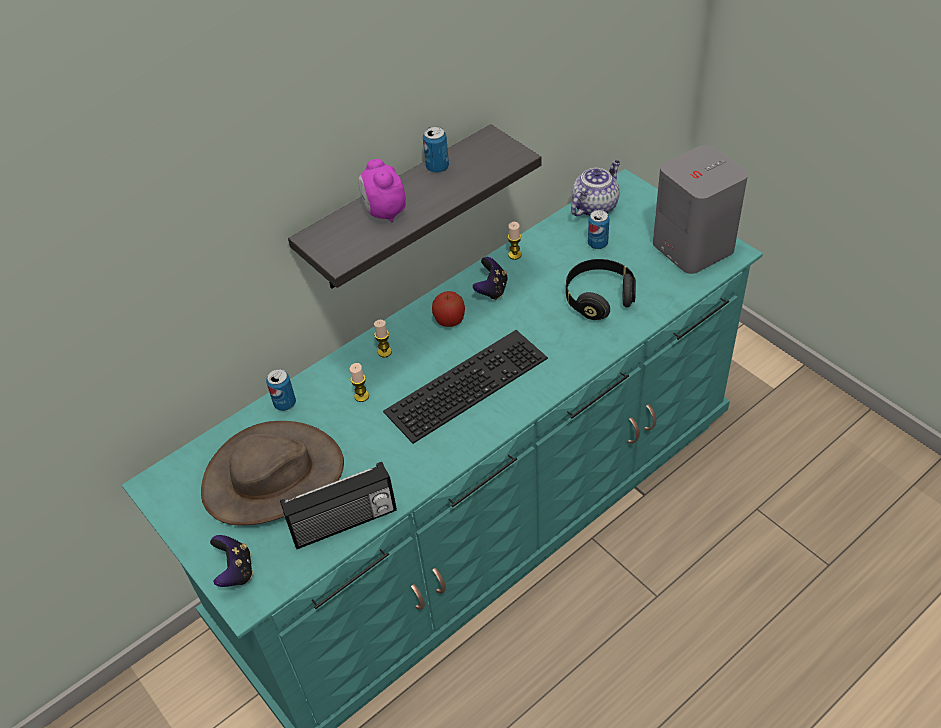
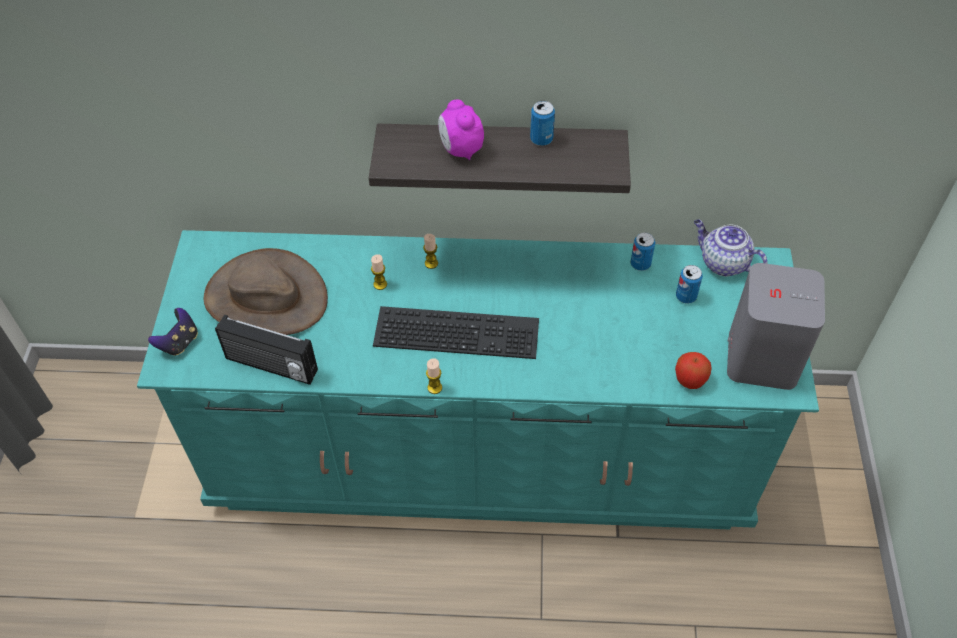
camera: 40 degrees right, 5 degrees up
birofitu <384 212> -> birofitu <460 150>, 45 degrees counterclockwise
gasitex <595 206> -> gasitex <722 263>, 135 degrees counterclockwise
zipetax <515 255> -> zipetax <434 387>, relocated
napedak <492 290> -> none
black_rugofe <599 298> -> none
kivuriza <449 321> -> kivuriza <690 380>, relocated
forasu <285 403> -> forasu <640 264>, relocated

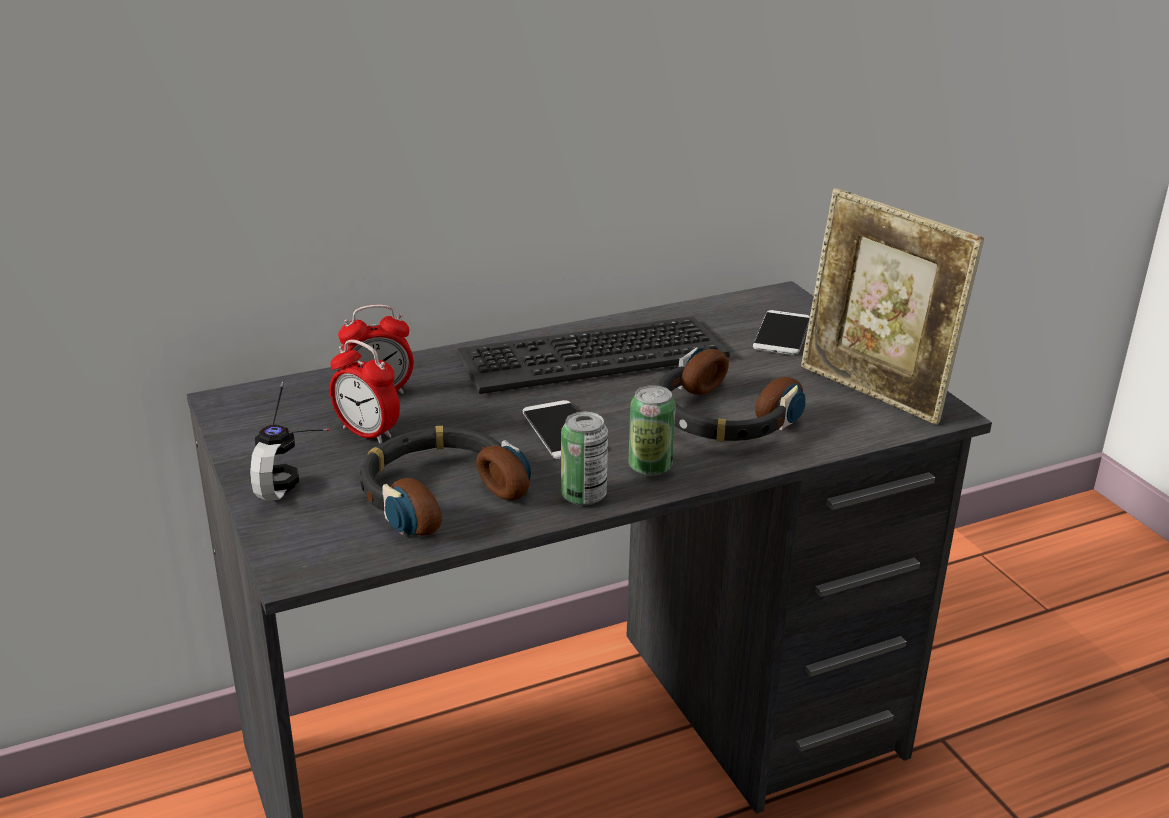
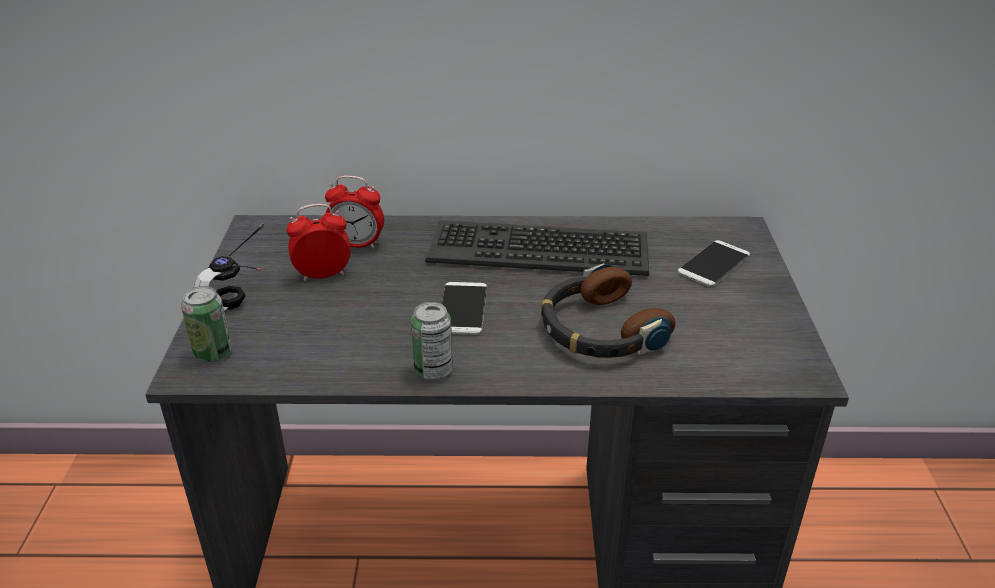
camera: 25 degrees right, 5 degrees up
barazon <873 393> -> none
birofitu <367 433> -> birofitu <323 275>, 105 degrees clockwise
forasu <650 466> -> forasu <213 353>, relocated
rugofe <439 493> -> none

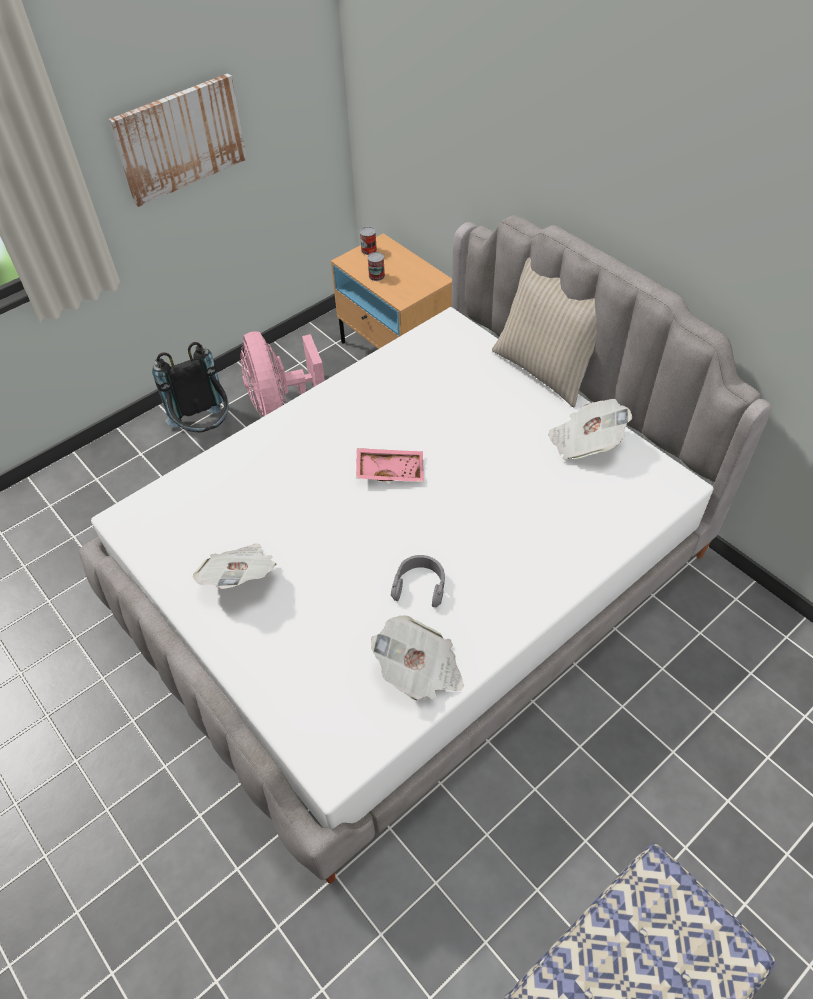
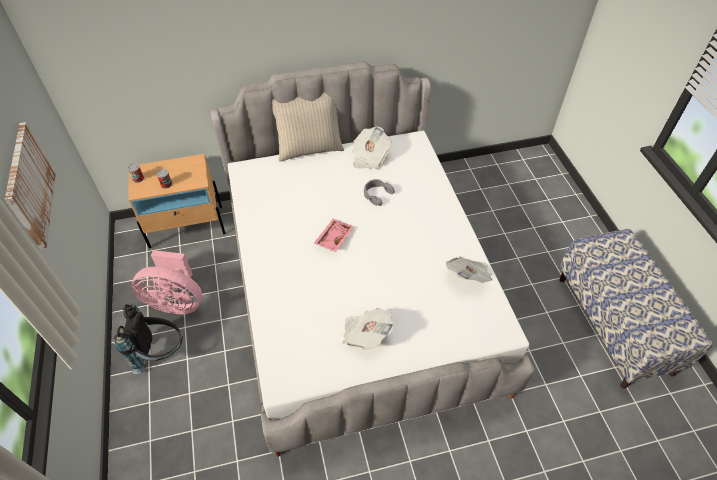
camera: 65 degrees left, 0 degrees up
grey_rugofe <420 585> -> grey_rugofe <377 194>, relocated

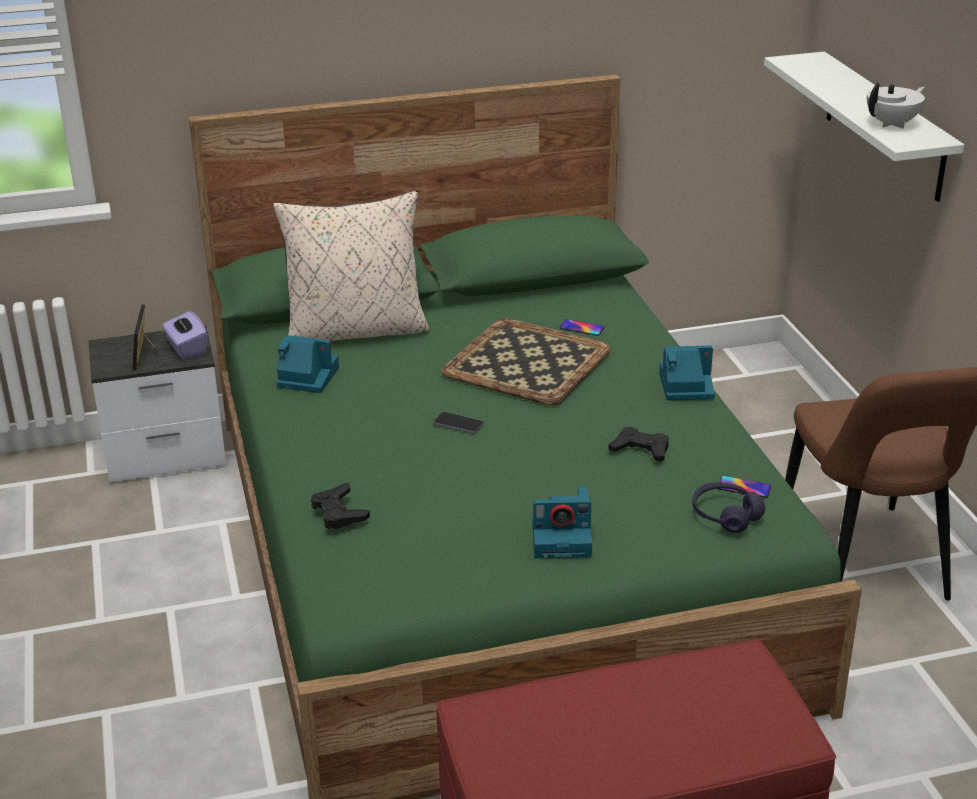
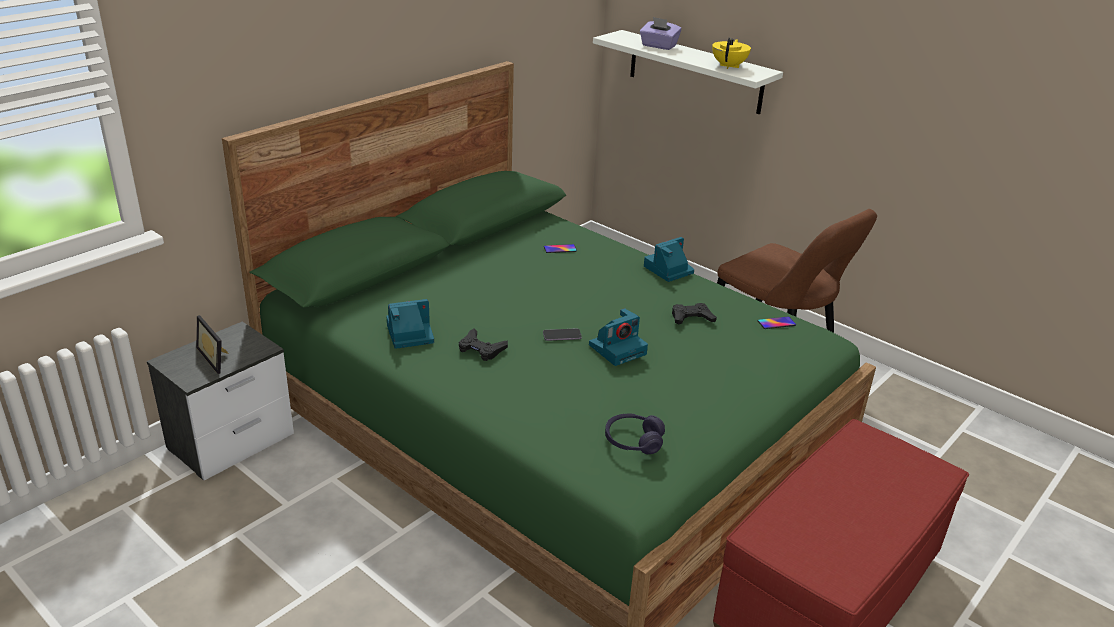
camera: 35 degrees left, 0 degrees up
white_gasitex <892 124> -> yellow_gasitex <729 66>
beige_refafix <356 330> -> none
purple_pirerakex <186 348> -> purple_pirerakex <658 46>, relocated
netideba <525 362> -> none
purple_rugofe <725 515> -> purple_rugofe <633 441>, relocated
black_napedak <338 512> -> black_napedak <481 349>, relocated
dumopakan <563 538> -> dumopakan <618 349>, relocated

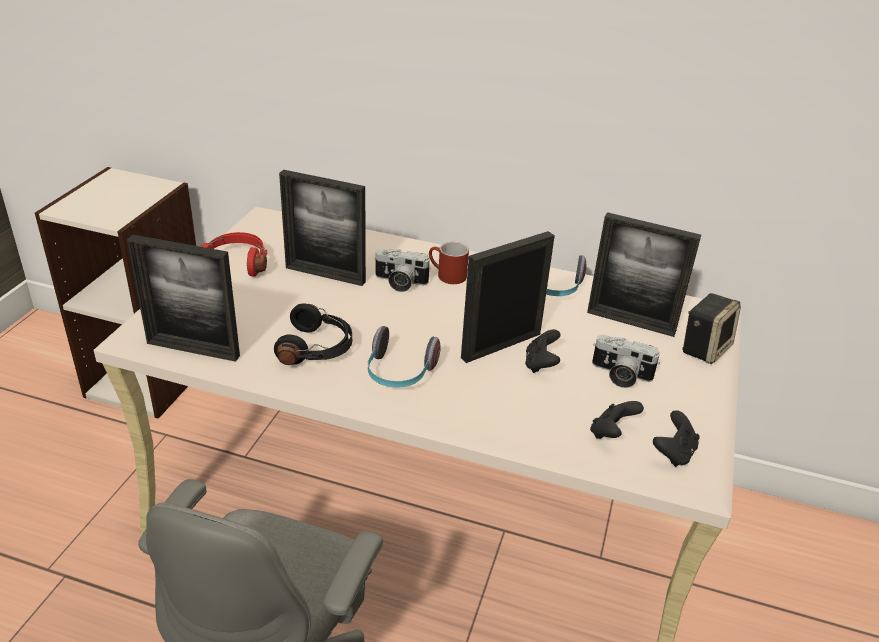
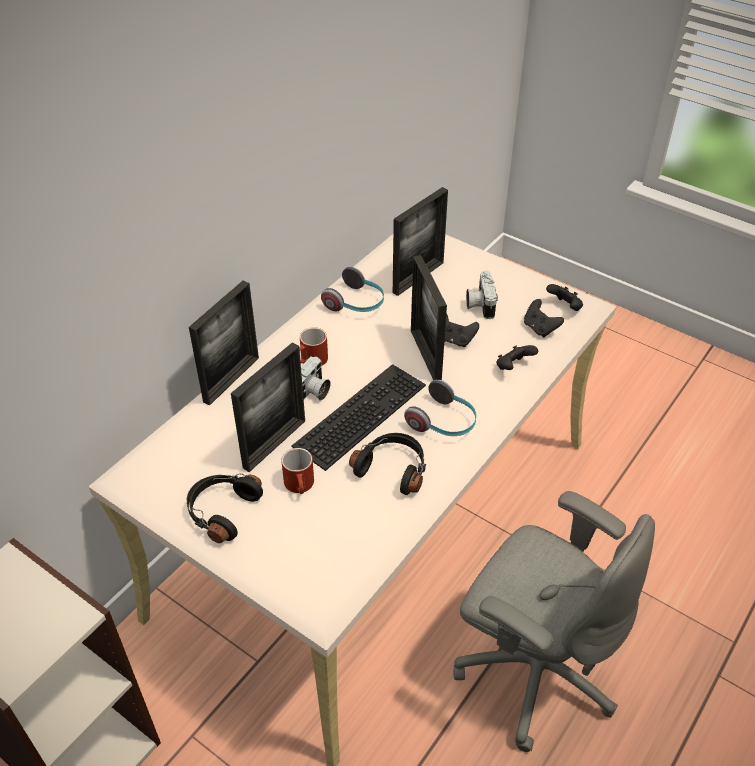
camera: 70 degrees left, 10 degrees up
red_rugofe <236 263> -> black_rugofe <222 511>
barazon <193 349> -> barazon <231 379>, relocated
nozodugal <705 348> -> none
dumopakan <620 375> -> dumopakan <479 304>, 135 degrees clockwise
none -> black_napedak <513 367>
none -> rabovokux <359 413>
none -> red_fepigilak <301 486>

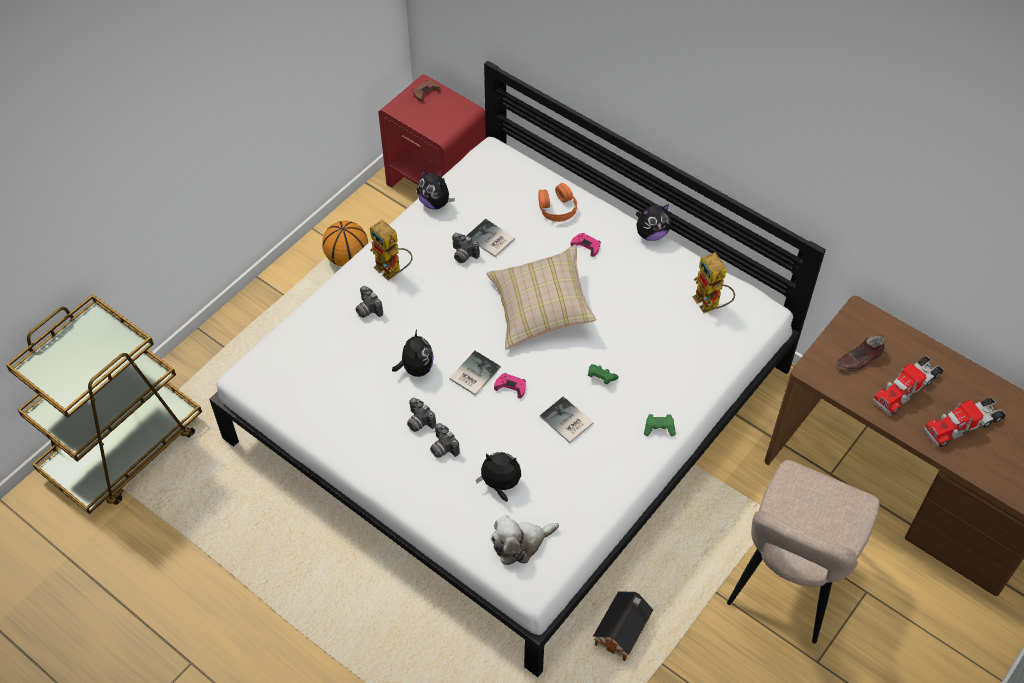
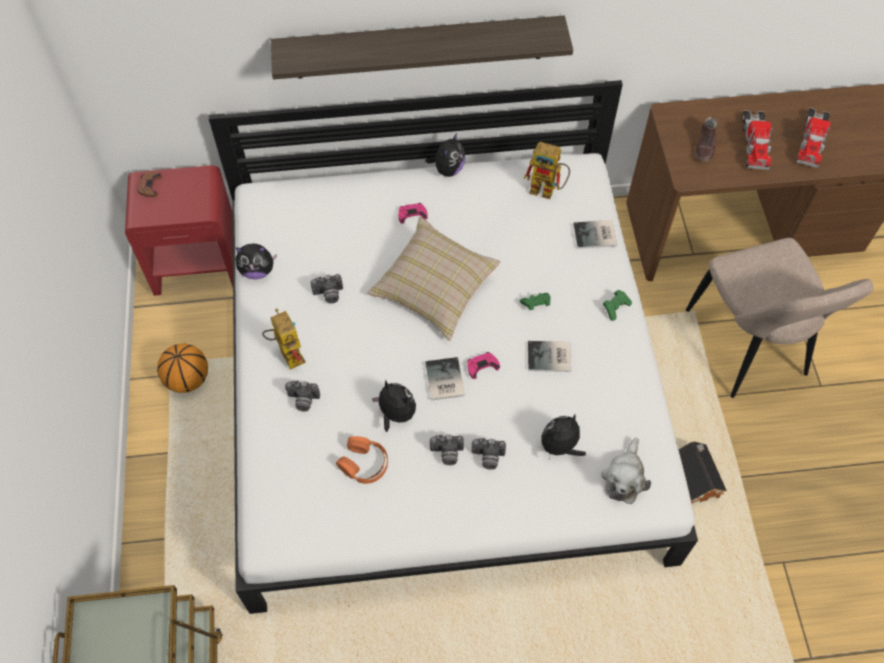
camera: 45 degrees left, 5 degrees up
orange_rugofe <557 208> -> orange_rugofe <364 463>, relocated
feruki <490 240> -> feruki <596 236>, relocated
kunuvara <393 271> -> kunuvara <287 353>, 120 degrees counterclockwise
none -> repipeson <419 47>

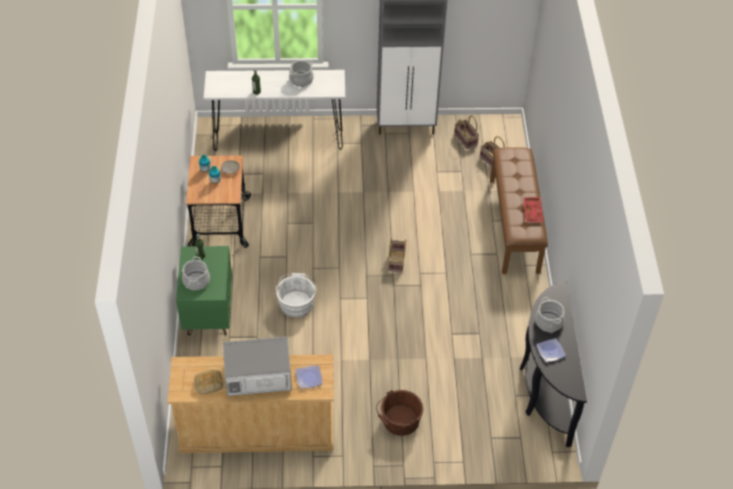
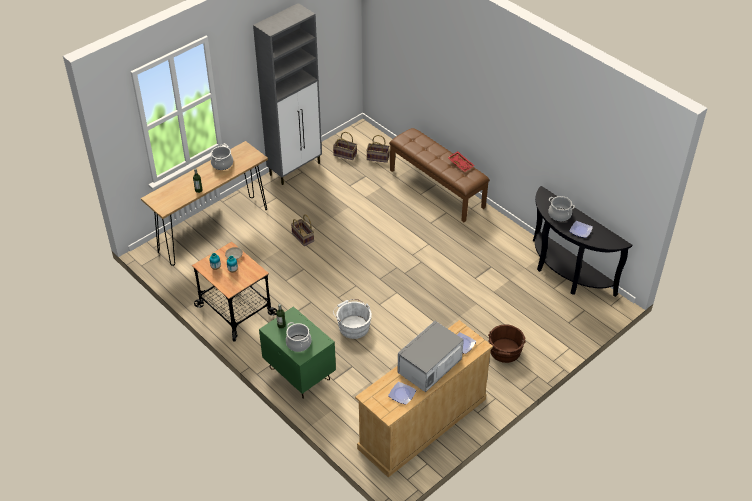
camera: 40 degrees left, 5 degrees down
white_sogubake <278 140> -> brown_sogubake <213 230>
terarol <397 261> -> terarol <303 237>, relocated
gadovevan <208 384> -> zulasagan <402 395>

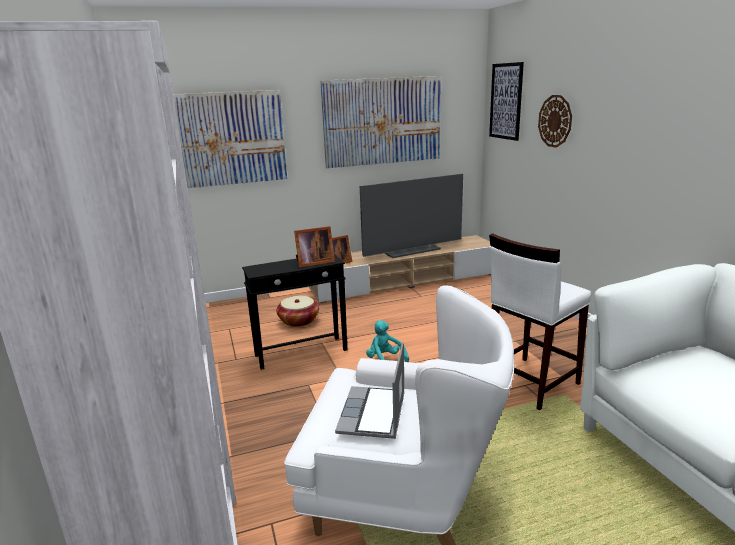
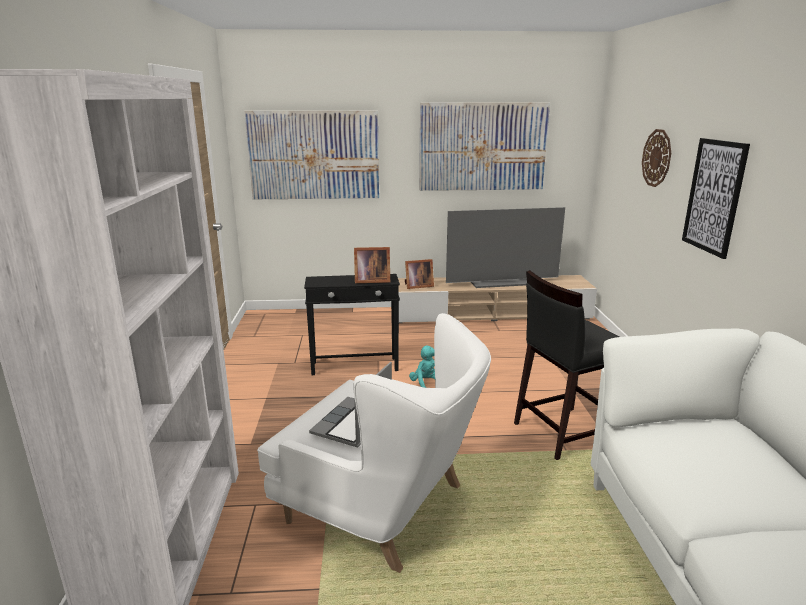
camera: 15 degrees right, 0 degrees up
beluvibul <506 101> -> beluvibul <714 196>, relocated
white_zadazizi <529 383> -> black_zadazizi <563 432>
terarol <298 321> -> none

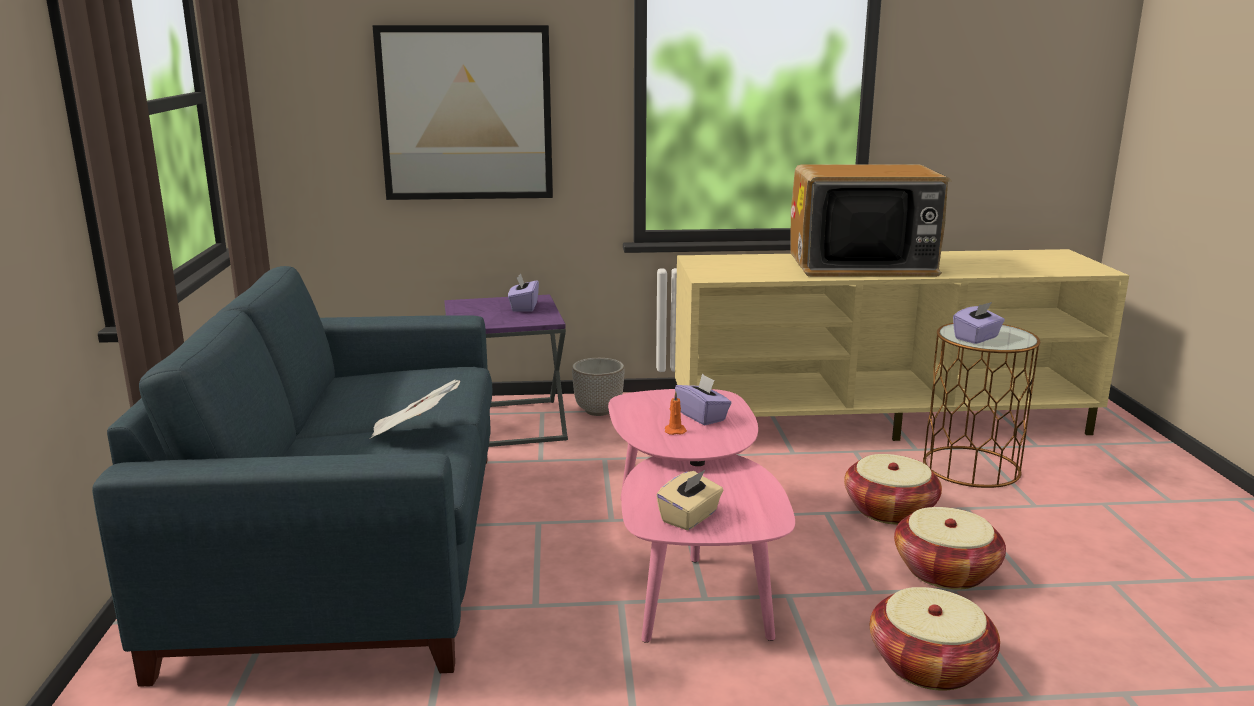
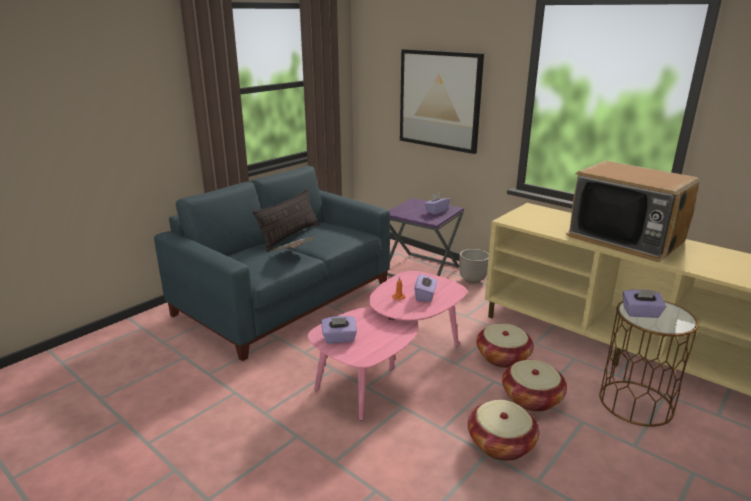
camera: 45 degrees right, 5 degrees up
beige_pirerakex <690 517> -> purple_pirerakex <339 339>
terarol <929 665> -> terarol <503 357>, relocated
none -> refafix <290 236>

